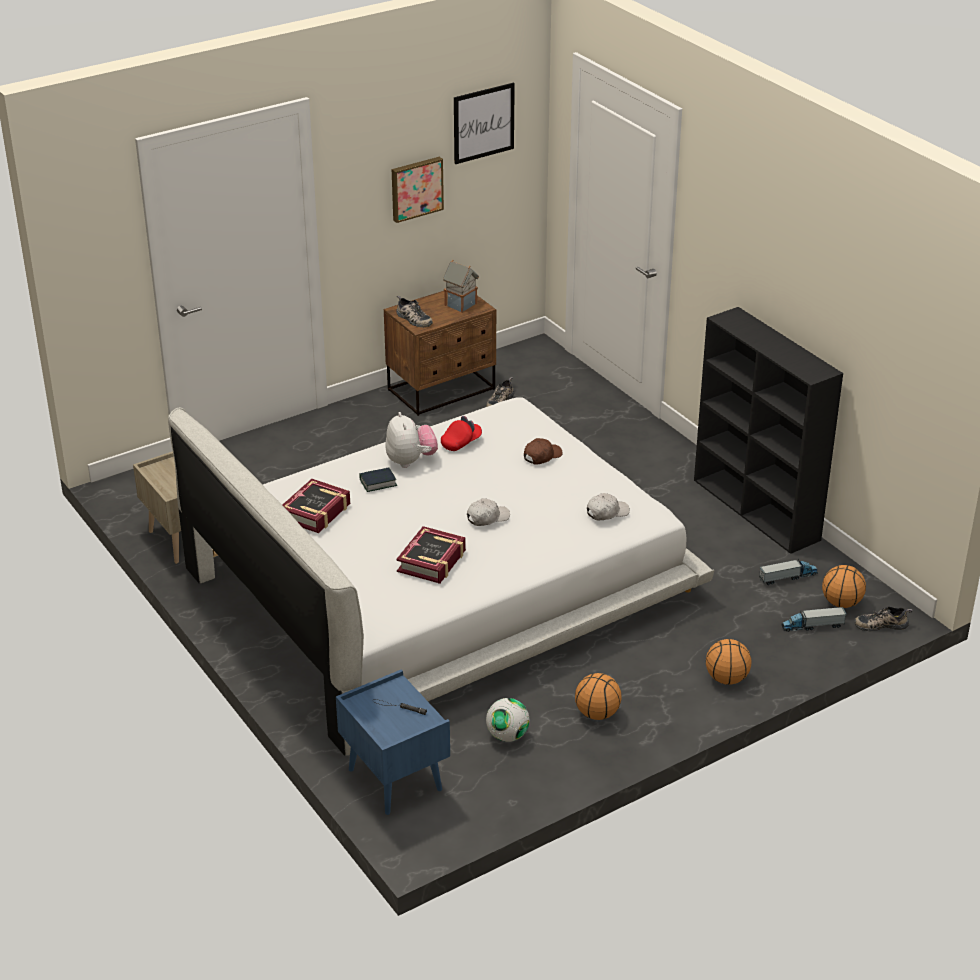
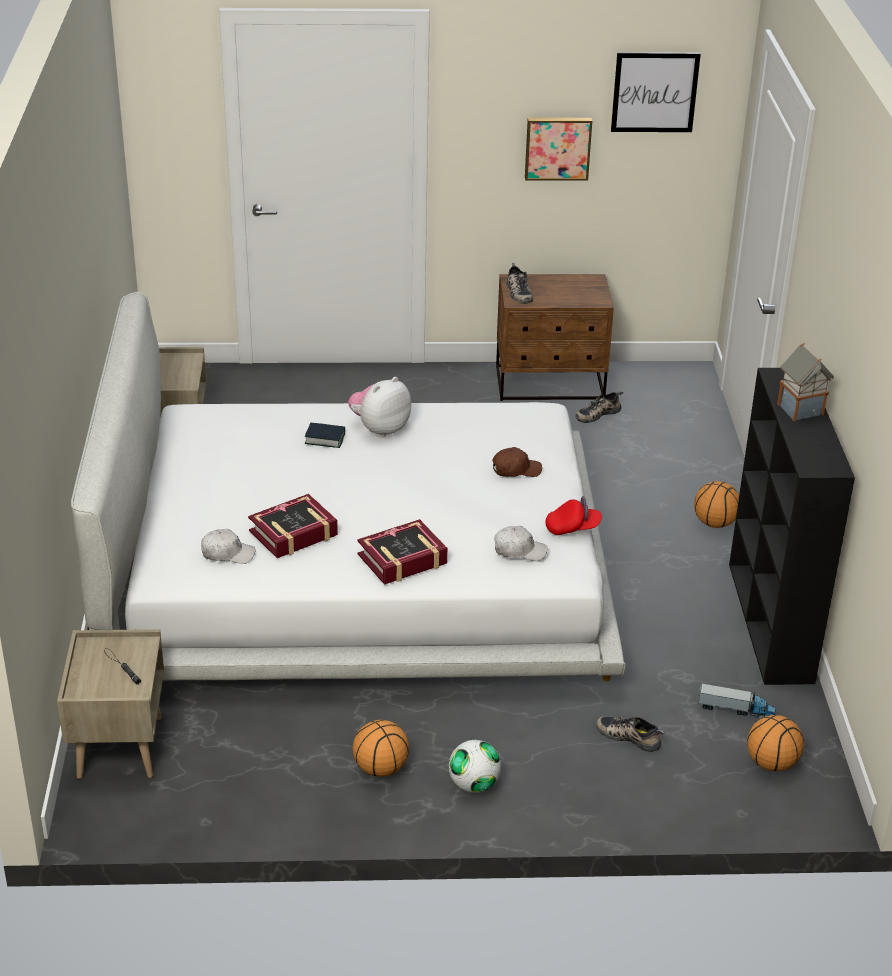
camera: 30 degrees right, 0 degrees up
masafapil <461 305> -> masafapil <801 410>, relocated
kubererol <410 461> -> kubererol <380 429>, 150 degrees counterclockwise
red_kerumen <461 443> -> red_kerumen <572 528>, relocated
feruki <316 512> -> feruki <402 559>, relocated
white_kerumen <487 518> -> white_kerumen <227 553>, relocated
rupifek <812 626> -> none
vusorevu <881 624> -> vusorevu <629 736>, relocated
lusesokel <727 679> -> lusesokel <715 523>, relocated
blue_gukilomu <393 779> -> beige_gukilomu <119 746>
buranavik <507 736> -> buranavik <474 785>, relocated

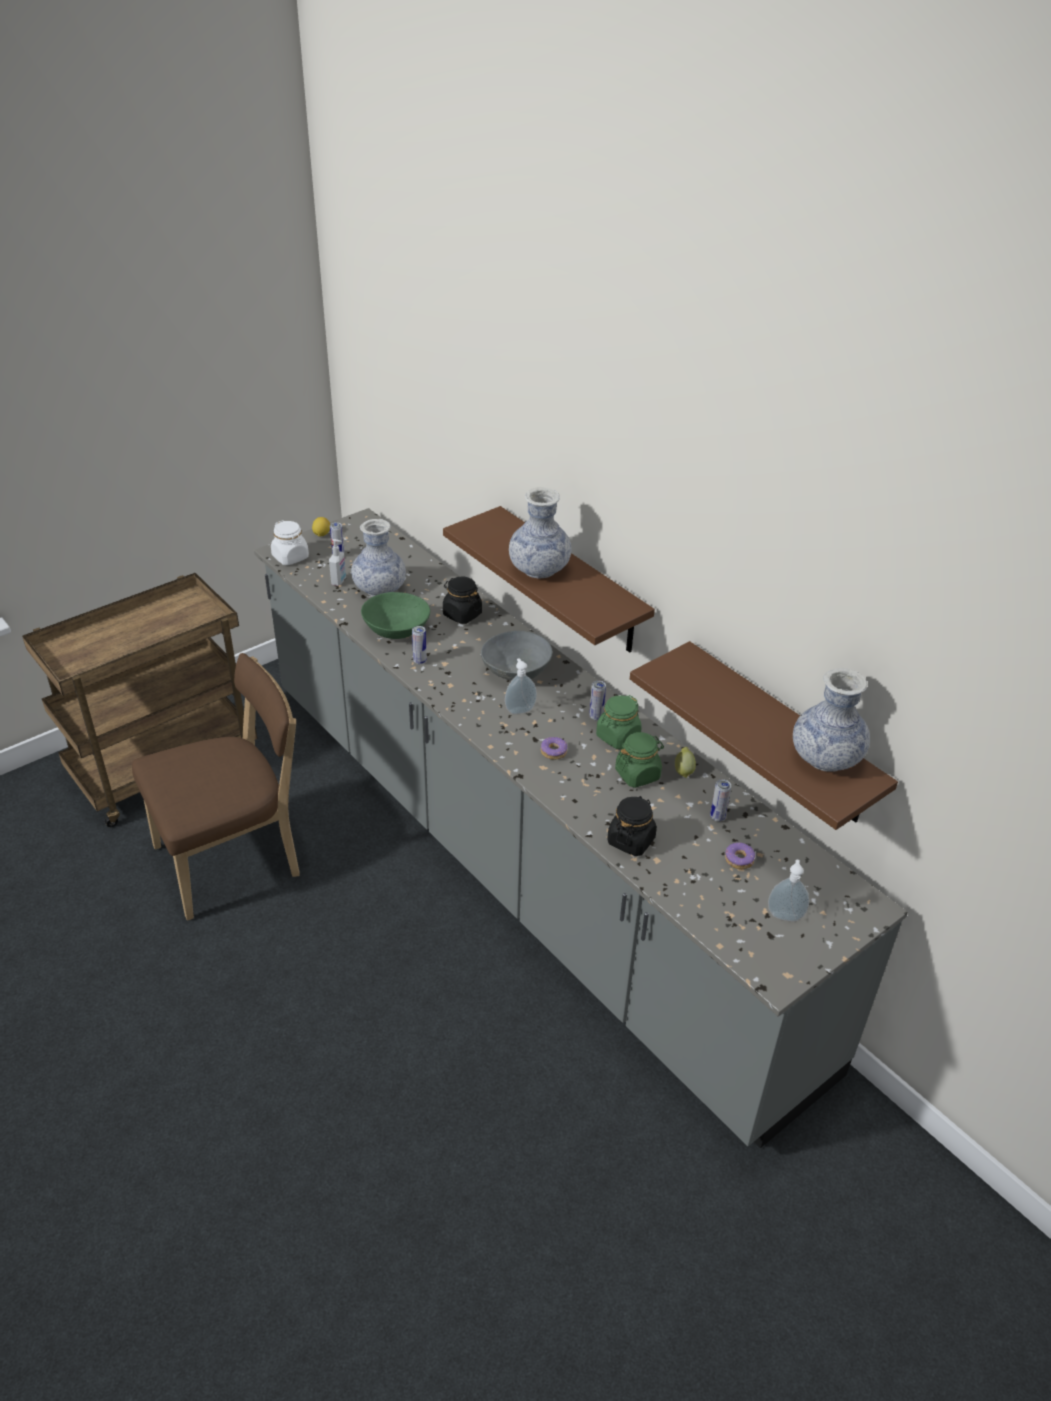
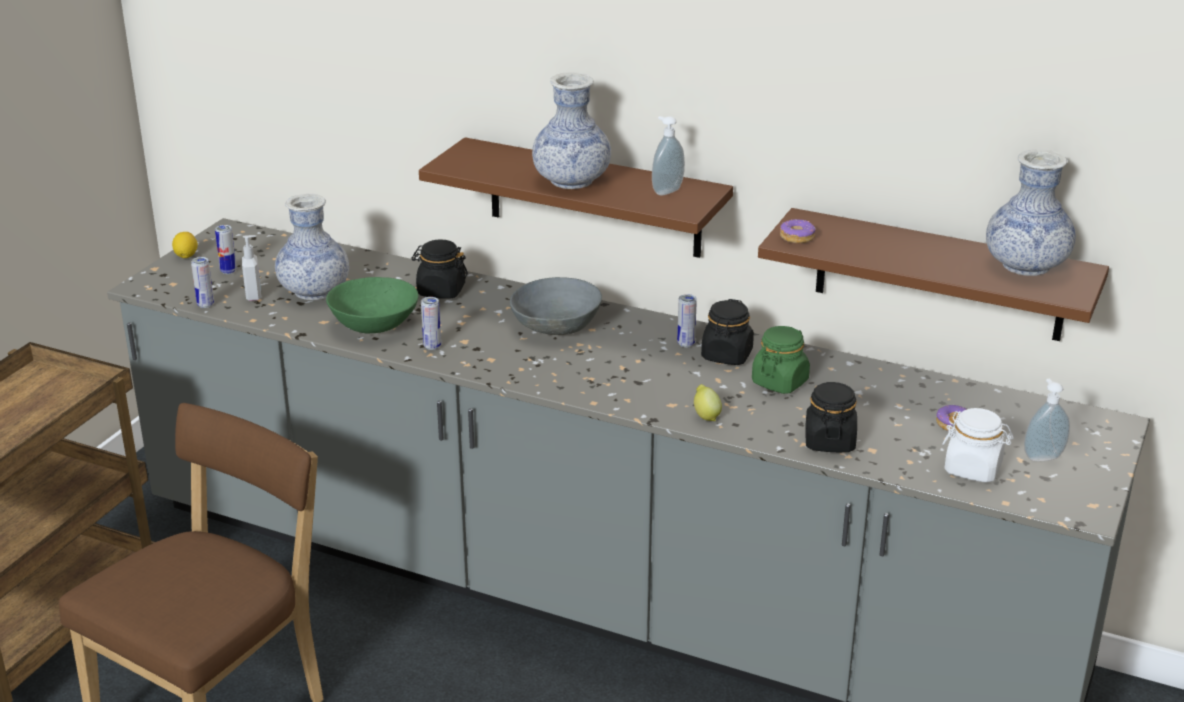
camera: 25 degrees left, 10 degrees down
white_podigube <290 557> -> white_podigube <973 469>, relocated
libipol <519 709> -> libipol <666 191>, relocated
green_podigube <617 737> -> black_podigube <727 355>
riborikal <554 752> -> riborikal <797 237>, relocated
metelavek <683 770> -> metelavek <706 416>, relocated
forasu <717 817> -> forasu <205 305>, relocated

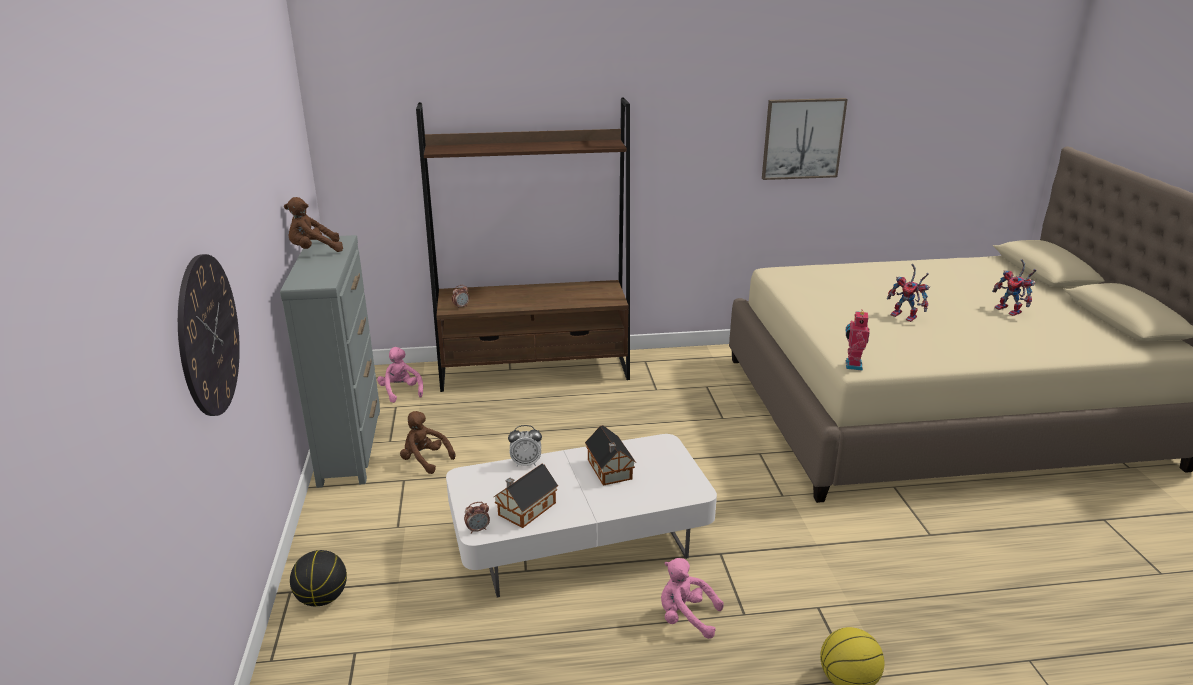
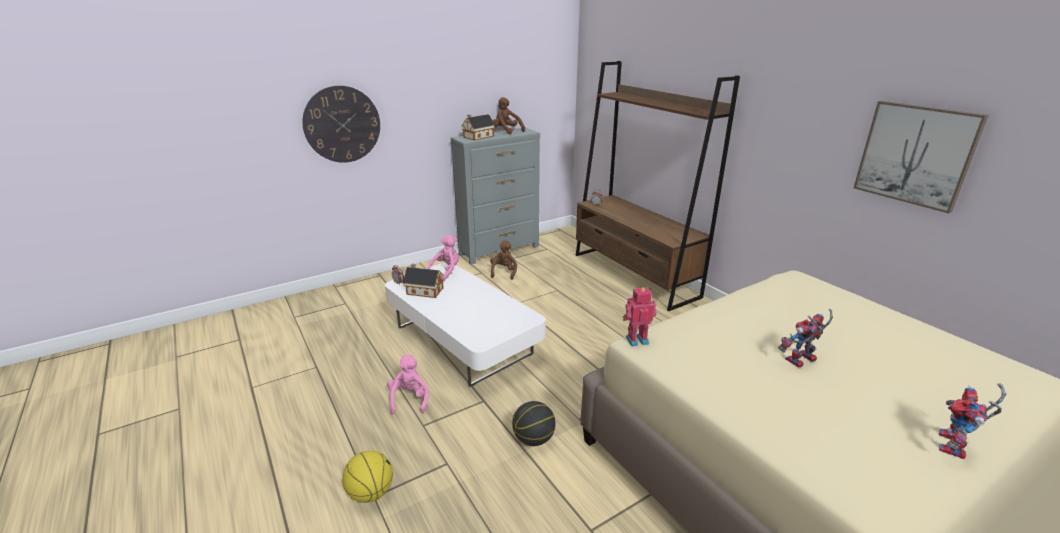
camera: 65 degrees right, 0 degrees up
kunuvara <906 316> -> kunuvara <800 361>, 45 degrees clockwise
pink_kubererol <401 391> -> pink_kubererol <446 272>, relocated
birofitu <526 463> -> none
masafapil <609 470> -> masafapil <477 137>, relocated
lusesokel <322 598> -> lusesokel <534 439>, relocated

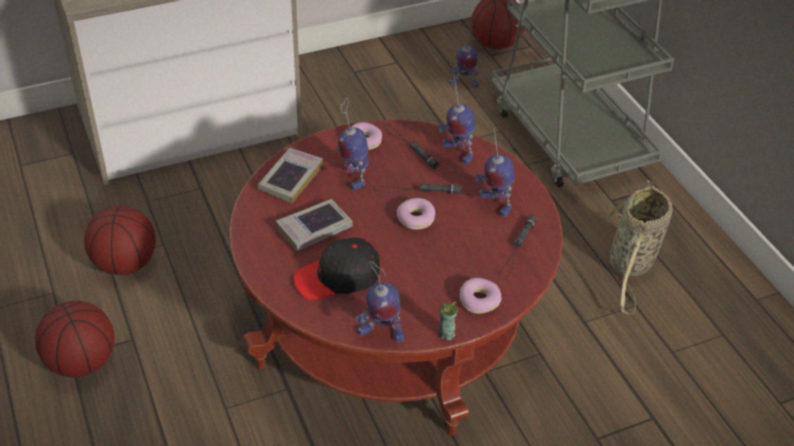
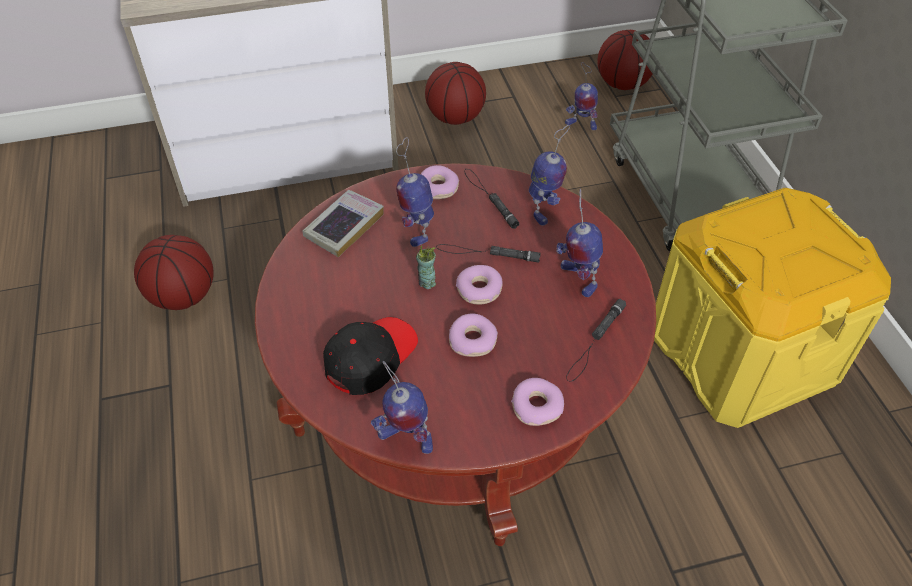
camera: 10 degrees right, 5 degrees up
kunuvara <457 152> -> kunuvara <544 209>, 135 degrees counterclockwise
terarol <630 266> -> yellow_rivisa <740 353>
feruki <314 229> -> none
black_kerumen <338 277> -> black_kerumen <370 358>, 135 degrees clockwise
lusesokel <82 361> -> lusesokel <455 117>, relocated
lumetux <446 334> -> lumetux <426 282>, relocated
none -> riborikal <473 341>

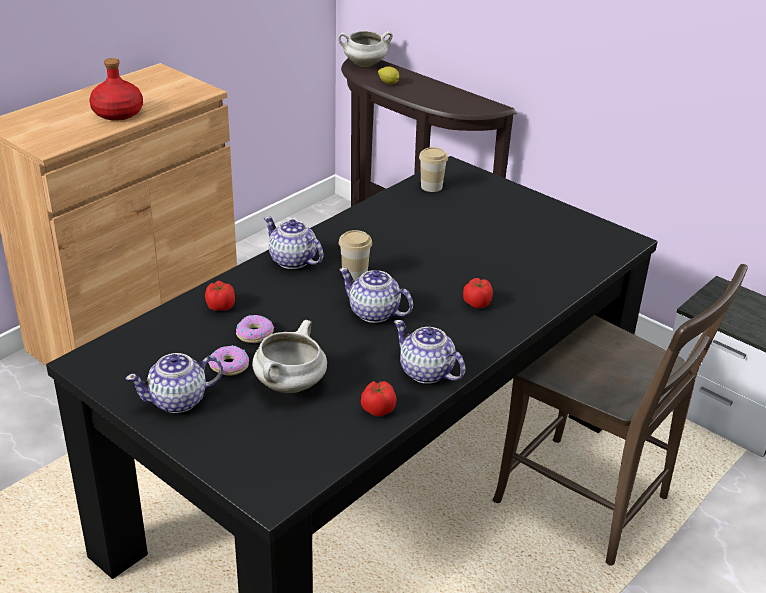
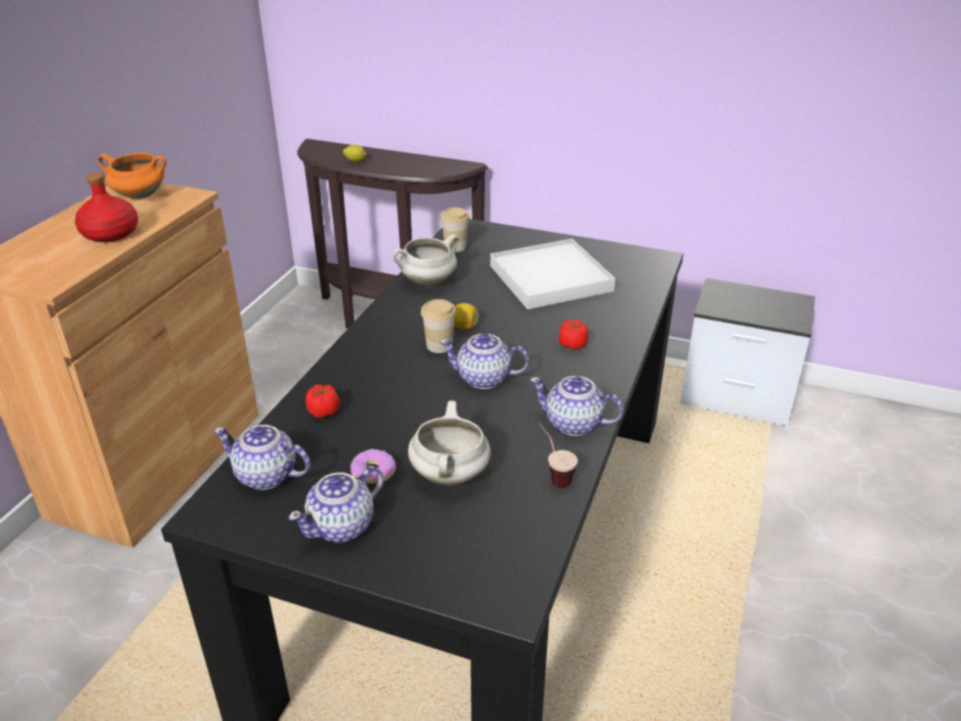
camera: 20 degrees left, 0 degrees up
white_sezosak <364 64> -> white_sezosak <427 282>, relocated
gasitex <293 261> -> gasitex <266 476>, relocated
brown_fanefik <590 504> -> none
riborikal <254 334> -> none
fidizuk <377 409> -> lumetux <553 474>
none -> orange_sezosak <139 196>
none -> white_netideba <550 278>
none -> metelavek <464 327>

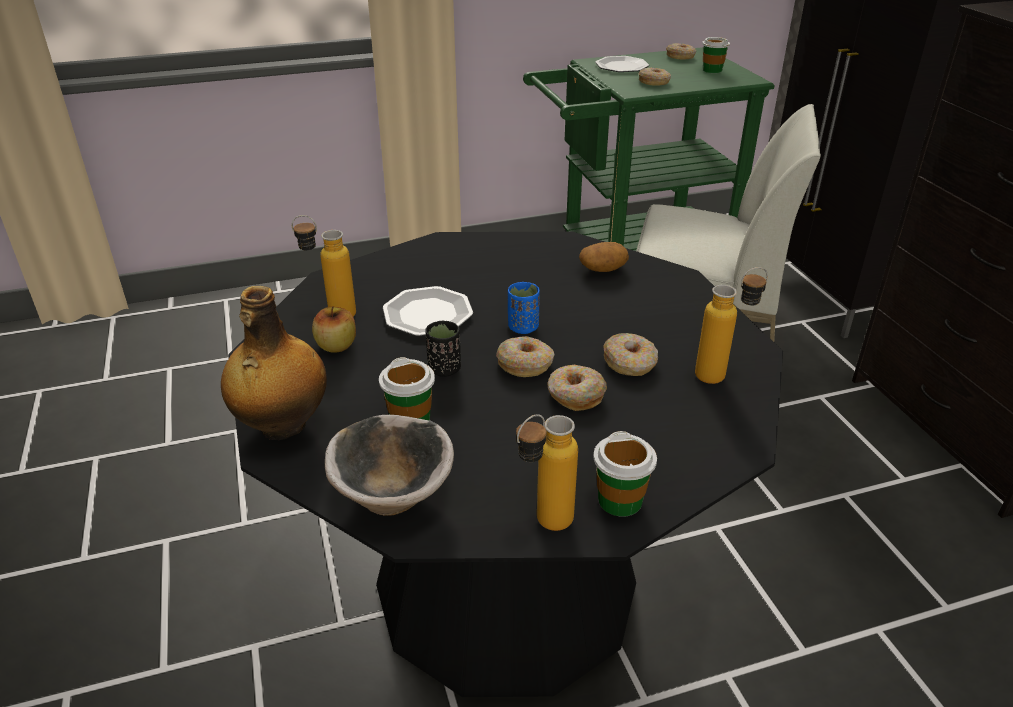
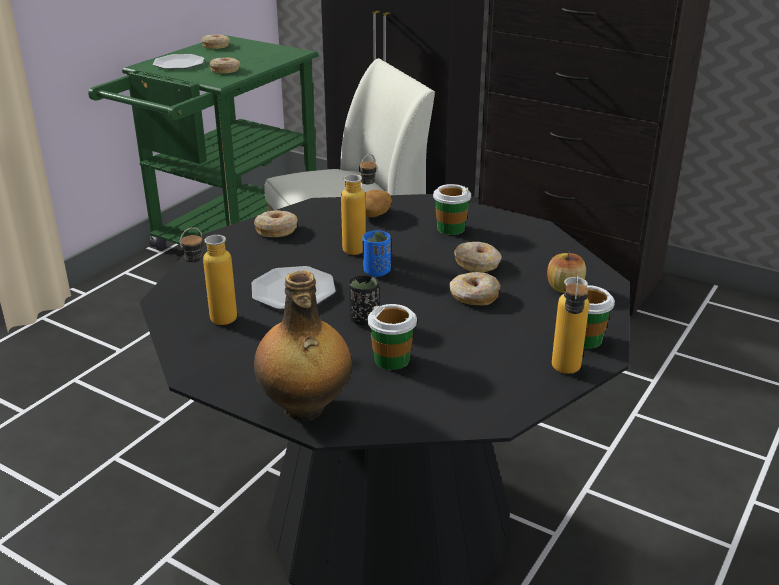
camera: 40 degrees left, 5 degrees down
lumetux <712 70> -> lumetux <450 228>, relocated
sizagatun <721 375> -> sizagatun <361 247>, relocated
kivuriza <336 346> -> kivuriza <564 288>, relocated
riborikal <525 364> -> riborikal <276 230>, relocated
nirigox <393 494> -> none

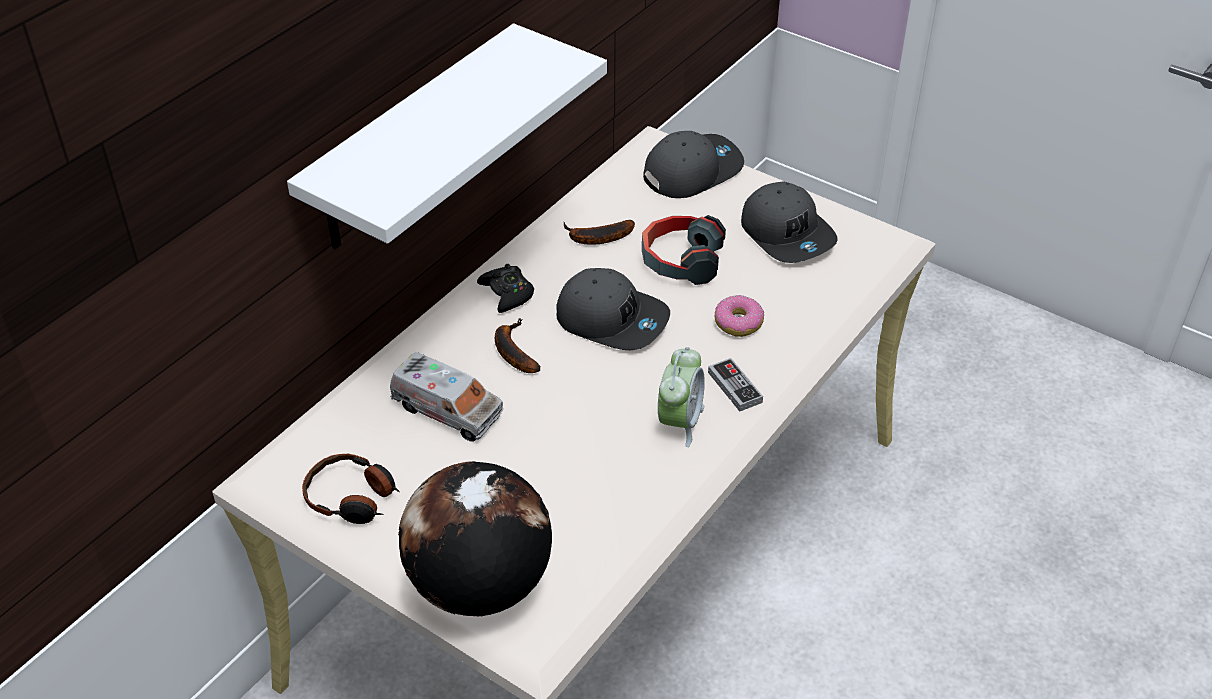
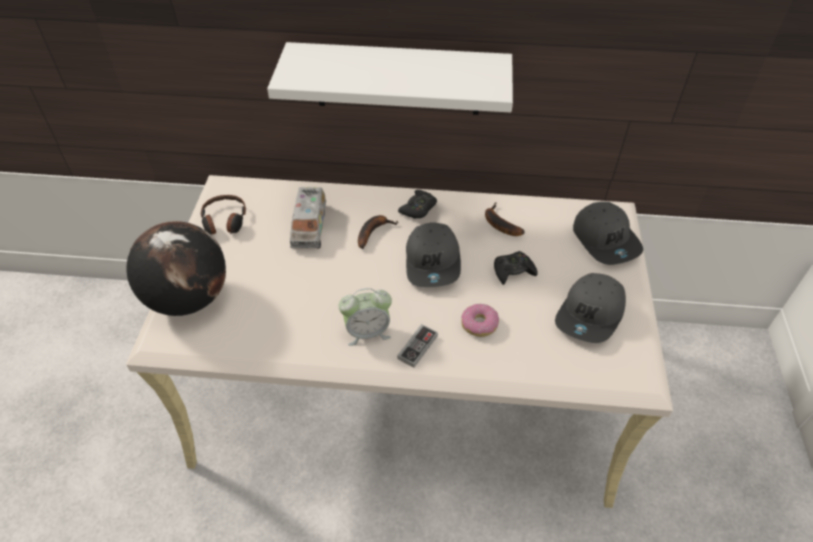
camera: 60 degrees right, 5 degrees up
grey_kerumen <692 170> -> grey_kerumen <606 239>, 45 degrees clockwise
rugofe <680 261> -> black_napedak <513 271>

